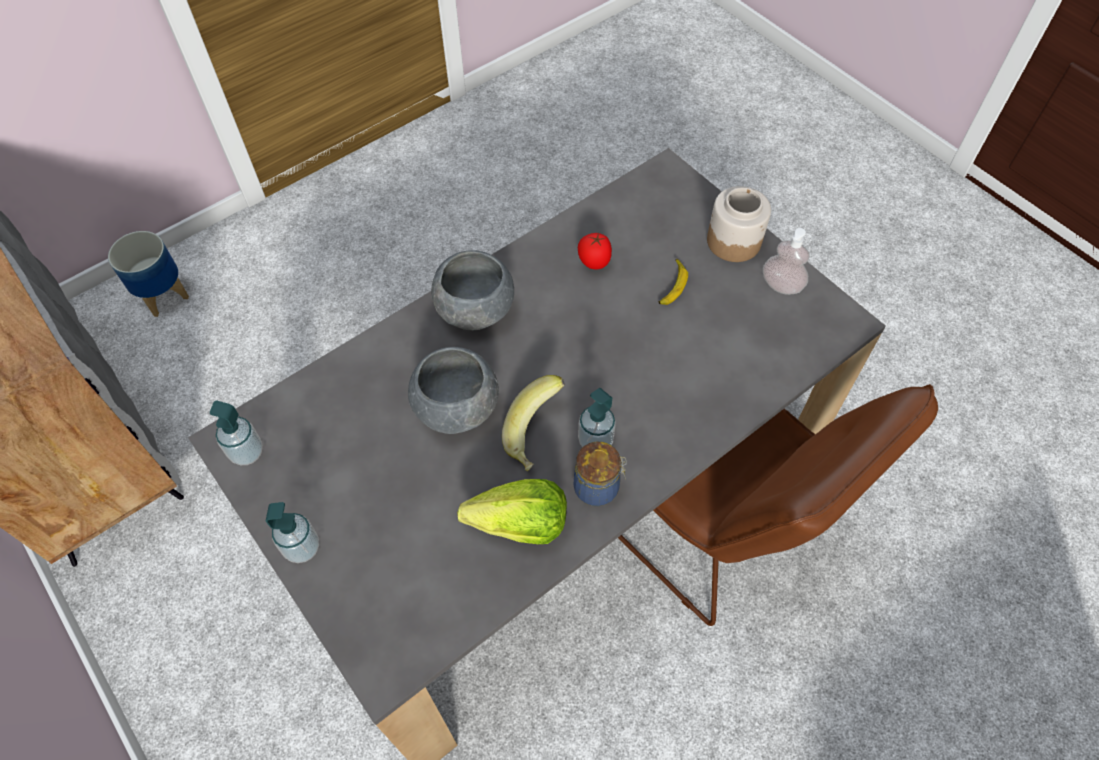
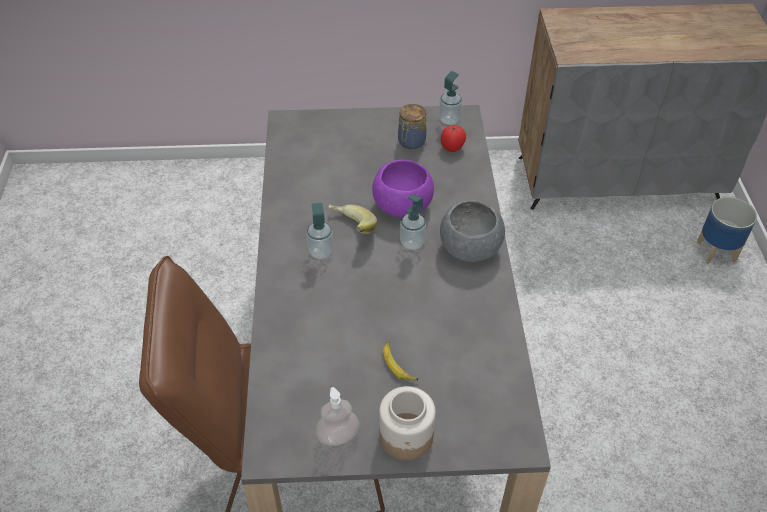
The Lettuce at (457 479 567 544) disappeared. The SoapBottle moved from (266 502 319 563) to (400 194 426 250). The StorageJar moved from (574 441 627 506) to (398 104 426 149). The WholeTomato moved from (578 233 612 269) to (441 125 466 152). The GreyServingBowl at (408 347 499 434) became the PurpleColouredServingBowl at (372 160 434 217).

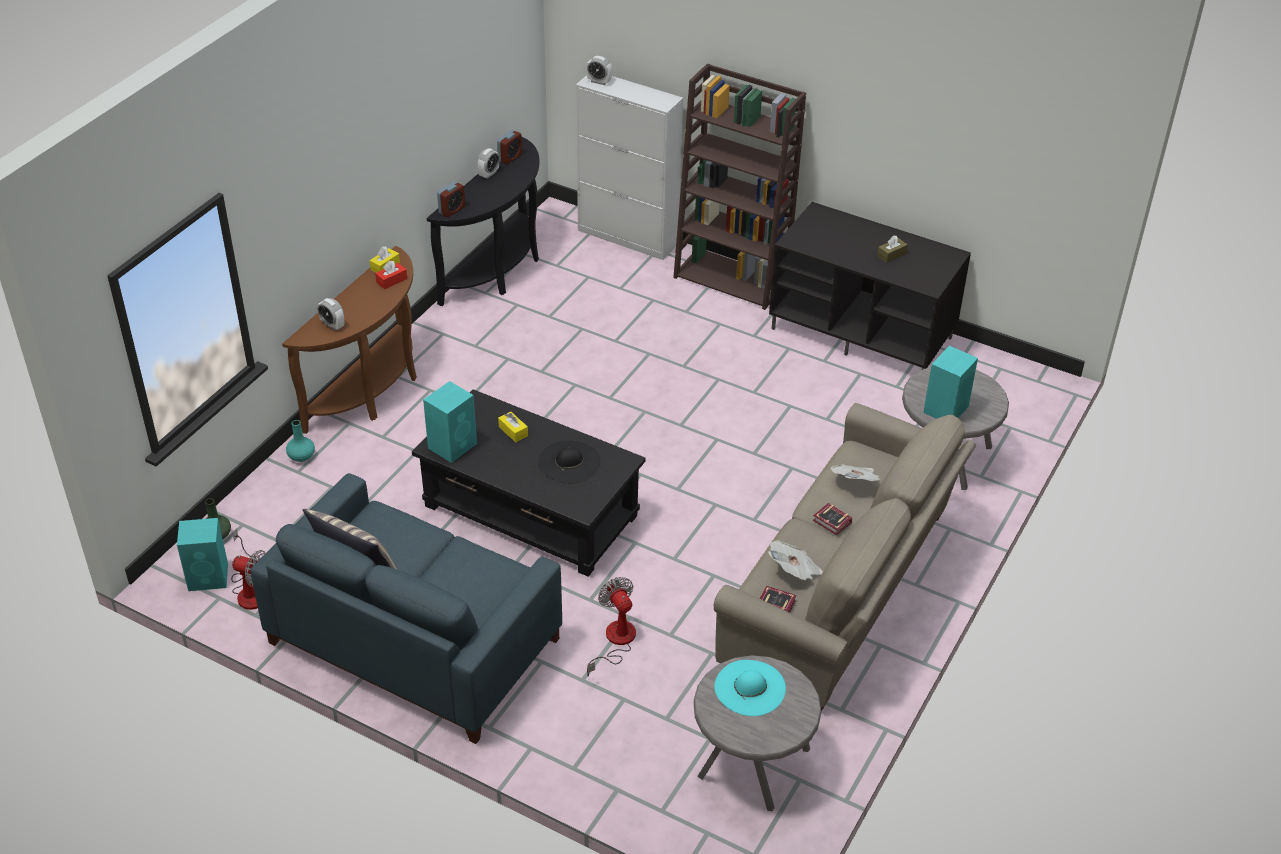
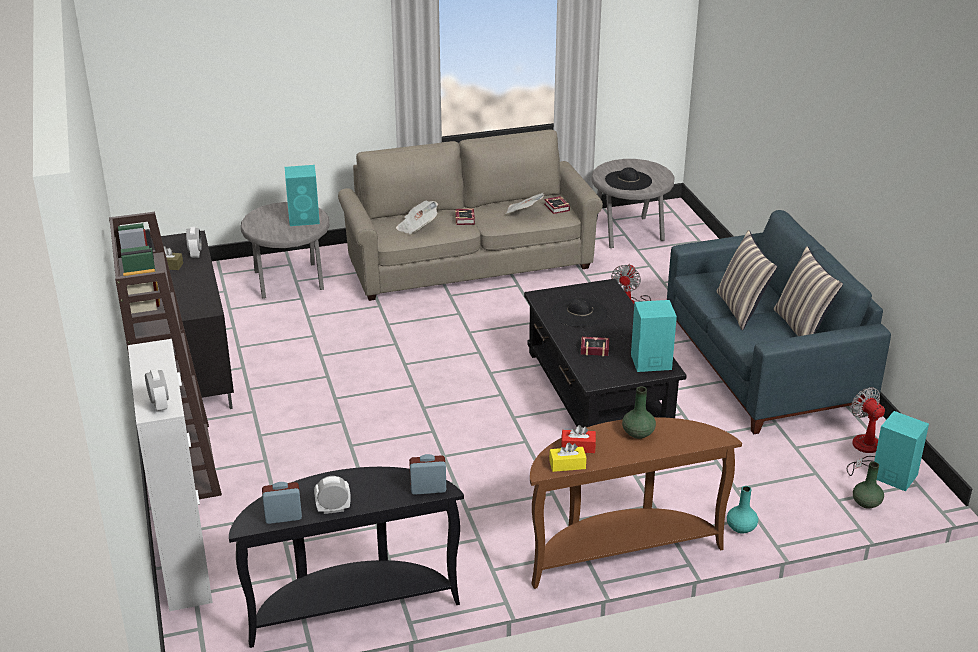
The GreenVase at (622 386 656 439) appeared. The Pillow at (717 230 777 330) appeared. The TableClock moved from (318 298 344 331) to (186 227 202 258). The YellowishBoxOfTissues at (498 412 528 442) was replaced by the Volume at (581 337 609 356). The BlueGreenHat at (714 660 786 716) became the BlackColouredHat at (605 167 652 190).

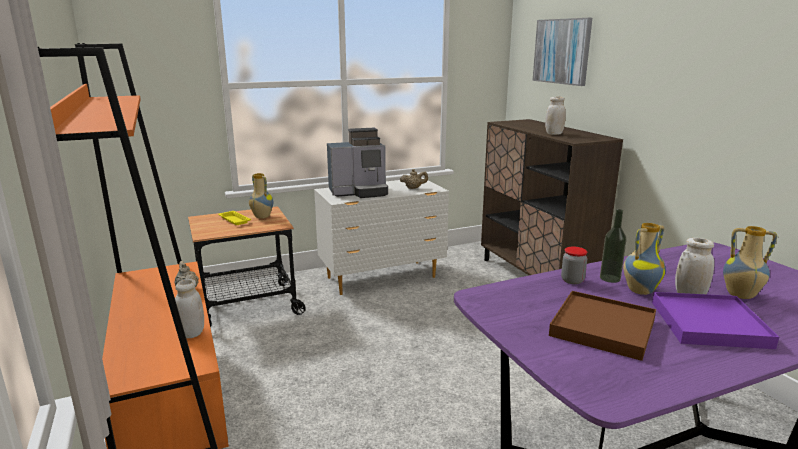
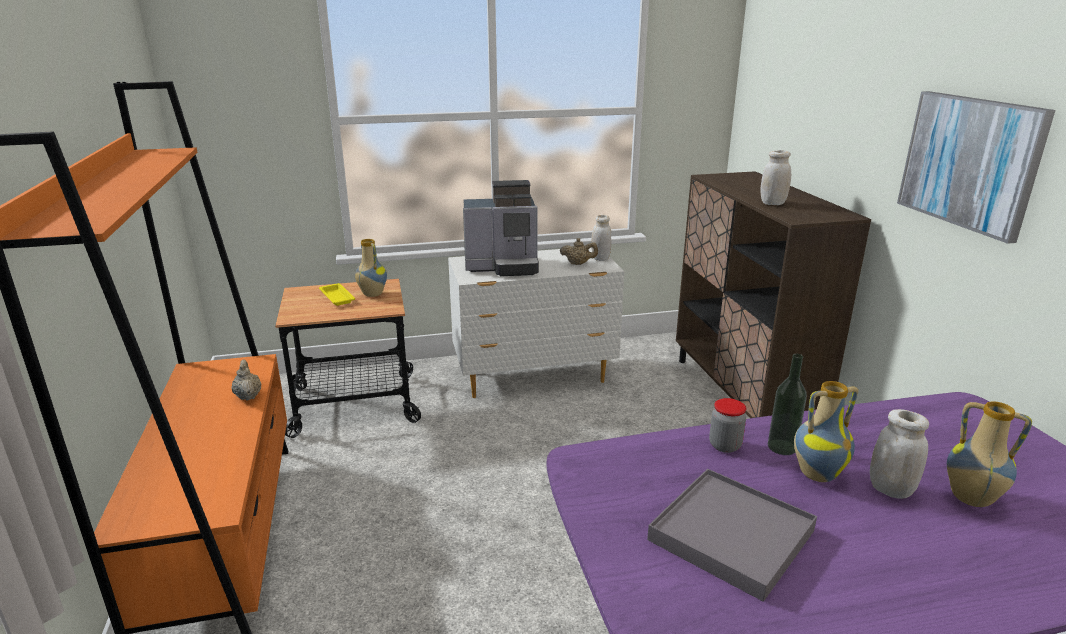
The PurpleColouredServingTray at (652 292 779 349) disappeared. The WhiteColouredStorageJar moved from (175 279 204 338) to (591 215 611 261). The WallPicture moved from (532 18 592 86) to (897 91 1055 244). The BrownishServingTray at (549 291 656 361) became the GreyServingTray at (647 469 817 602).

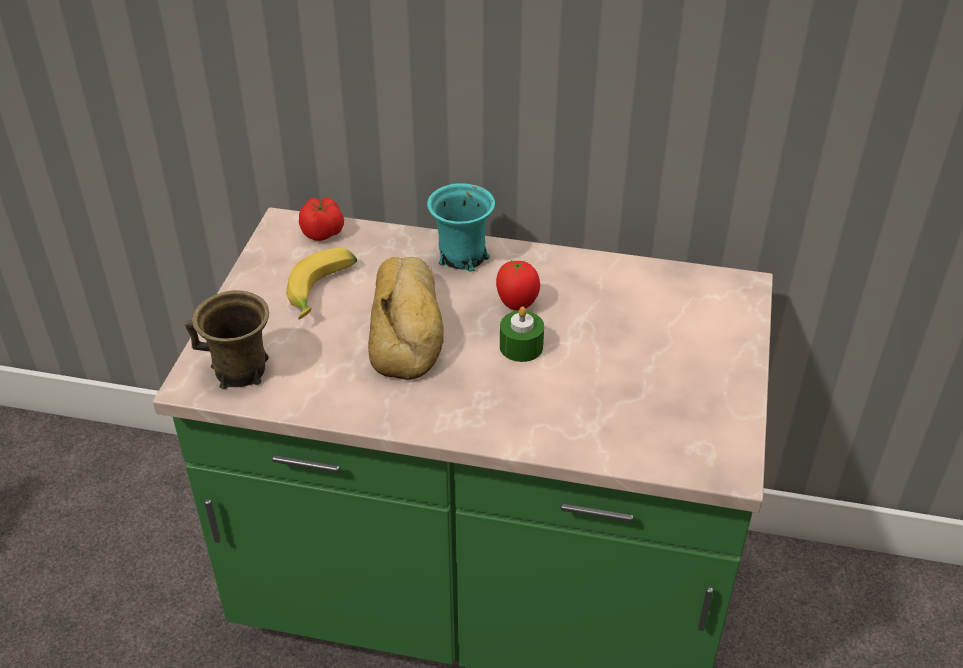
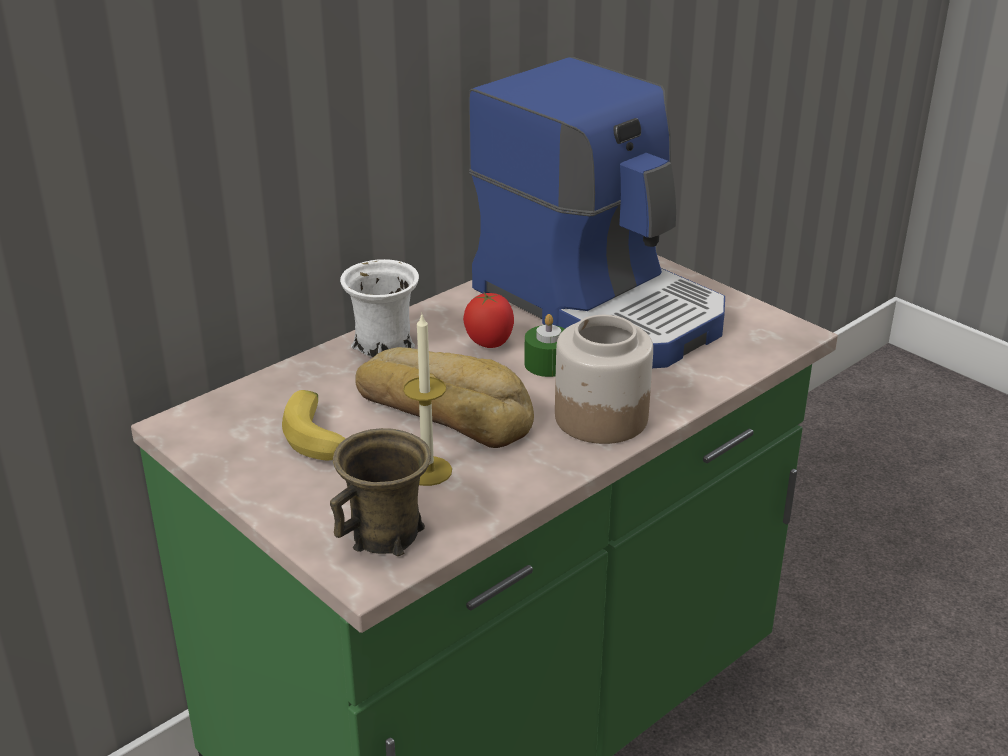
The WholeTomato at (299 198 344 241) disappeared. The Candle at (403 315 452 486) appeared. The CoffeeBrewer at (469 57 725 368) appeared. The StorageJar at (555 315 653 444) appeared. The BlueGreenTeaMug at (427 183 495 272) became the WhiteColouredTeaMug at (340 259 419 357).

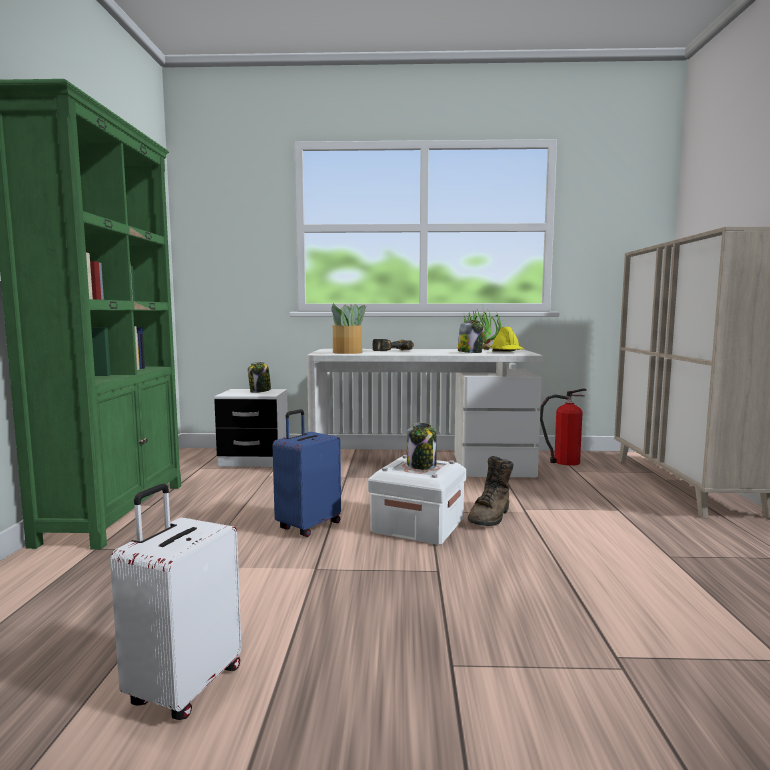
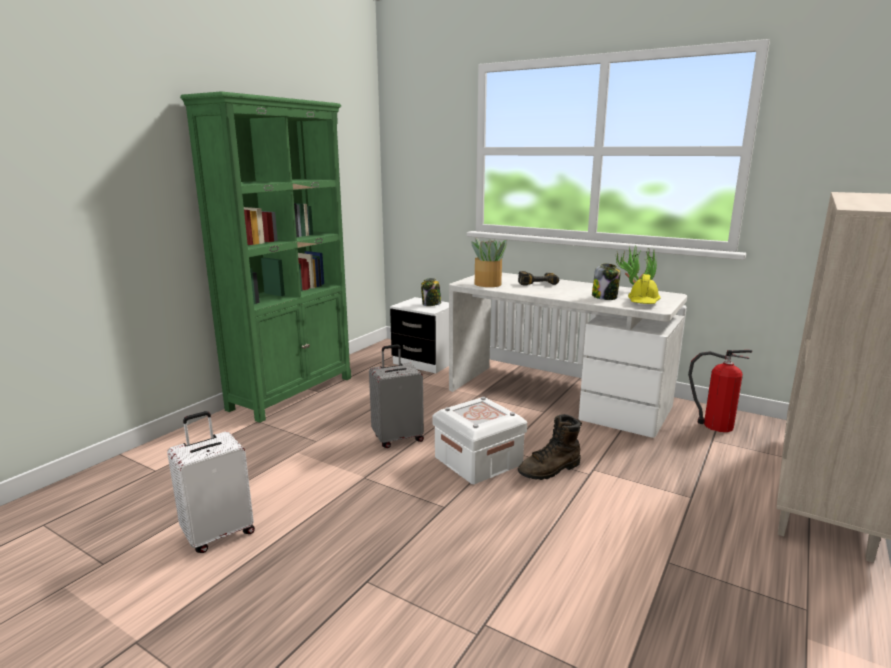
The StorageJar at (407 423 437 470) disappeared. The BlueSuitcase at (273 409 341 537) became the GreySuitcase at (369 345 424 448).

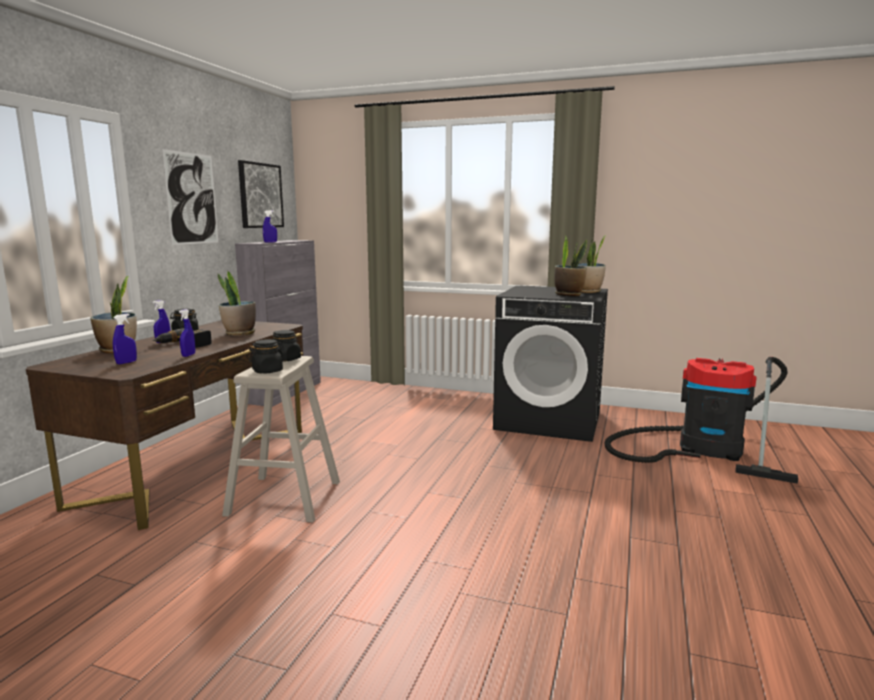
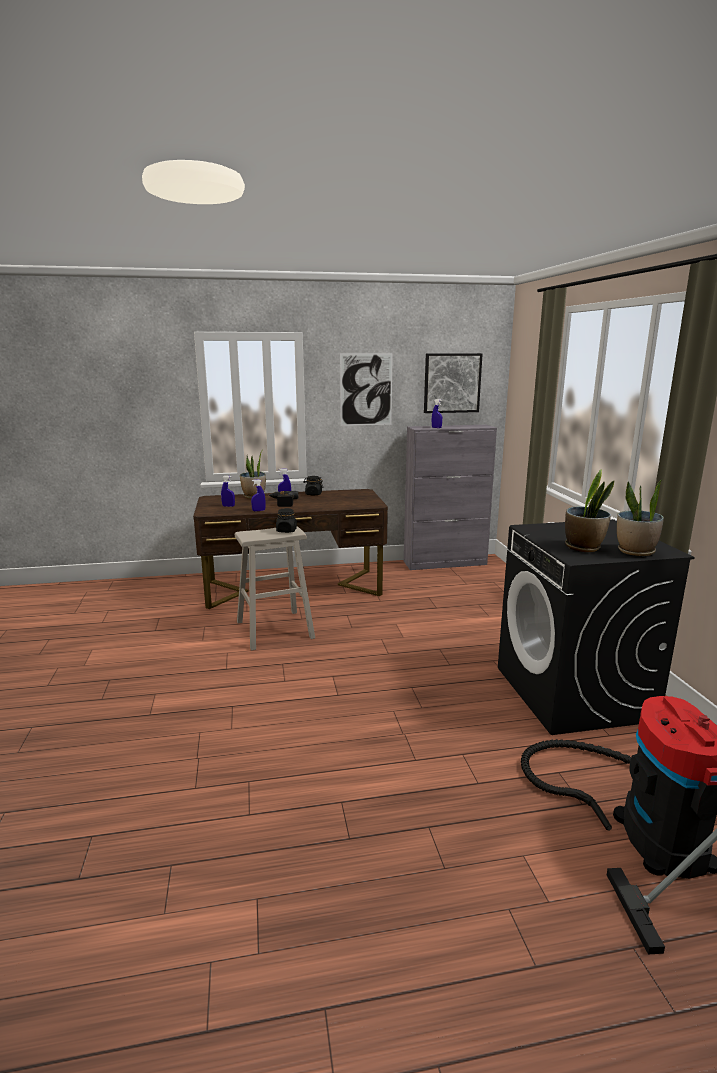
The PlantInAPot at (218 271 256 336) disappeared. The BlackColouredStorageJar at (249 339 284 373) disappeared.

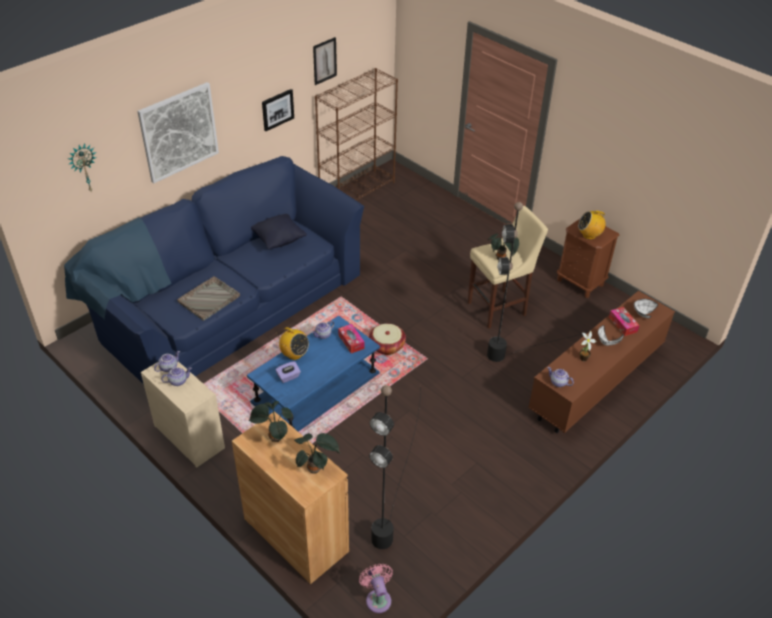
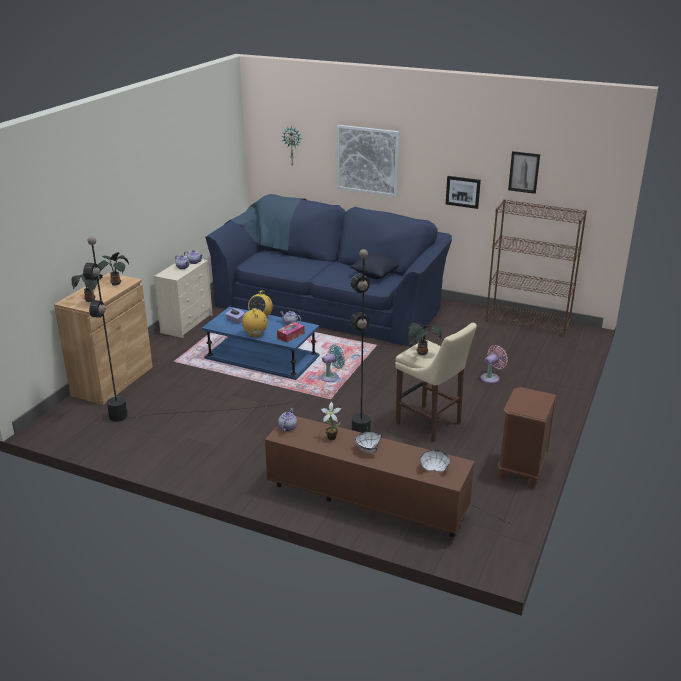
The GreyServingTray at (177 276 240 321) disappeared. The BoxOfTissues at (609 307 640 336) disappeared. The PinkColouredElectricFan moved from (359 564 393 613) to (481 345 508 384). The RadioReceiver moved from (578 211 606 240) to (242 308 268 337). The Basket at (369 324 406 355) was replaced by the BlueGreenElectricFan at (320 345 345 382).

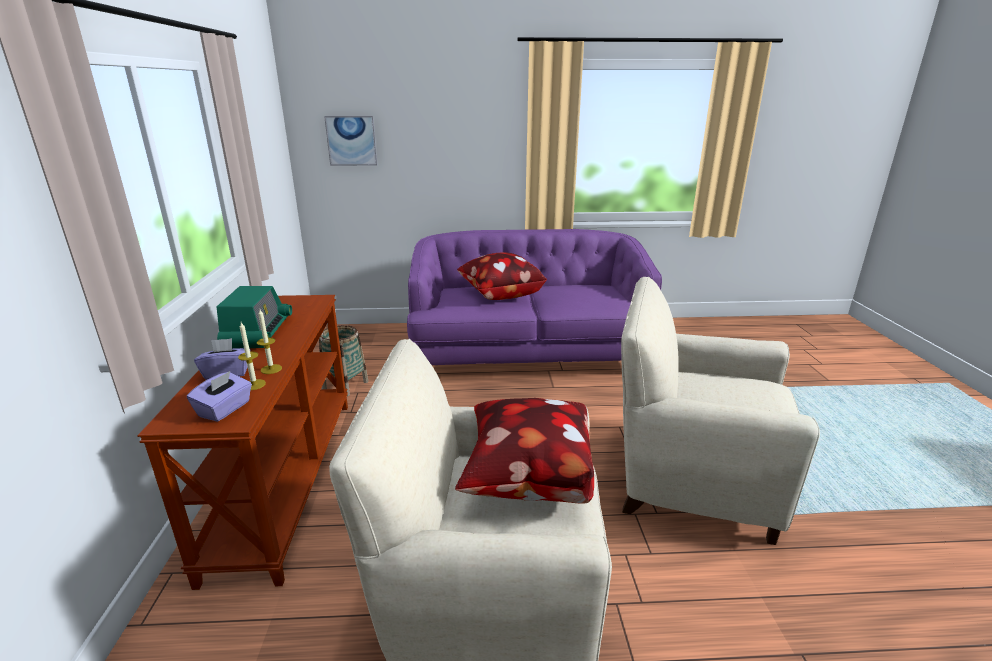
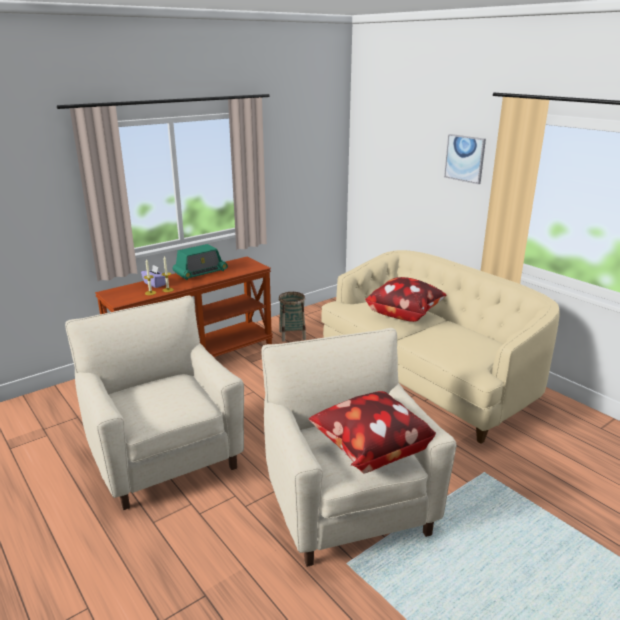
The PurpleColouredBoxOfTissues at (187 371 252 422) disappeared. The WallPicture moved from (324 116 378 166) to (444 134 486 184). The Pillow moved from (455 398 594 504) to (309 391 436 473). The PurpleColouredCouch at (407 229 662 365) became the SandColouredCouch at (321 250 560 444).

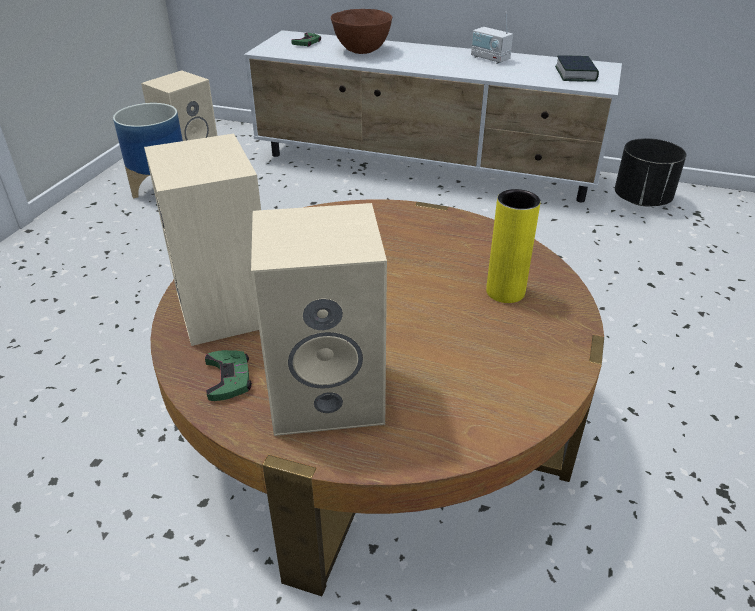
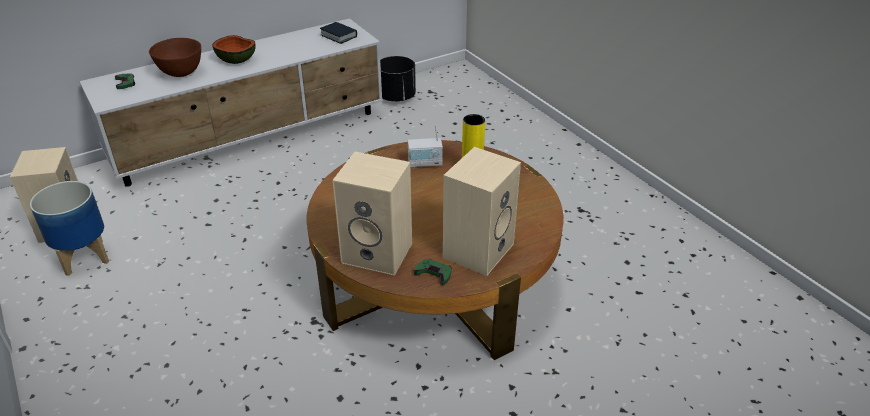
The ServingBowl at (212 35 256 64) appeared. The RadioReceiver moved from (471 12 513 64) to (408 125 443 168).

